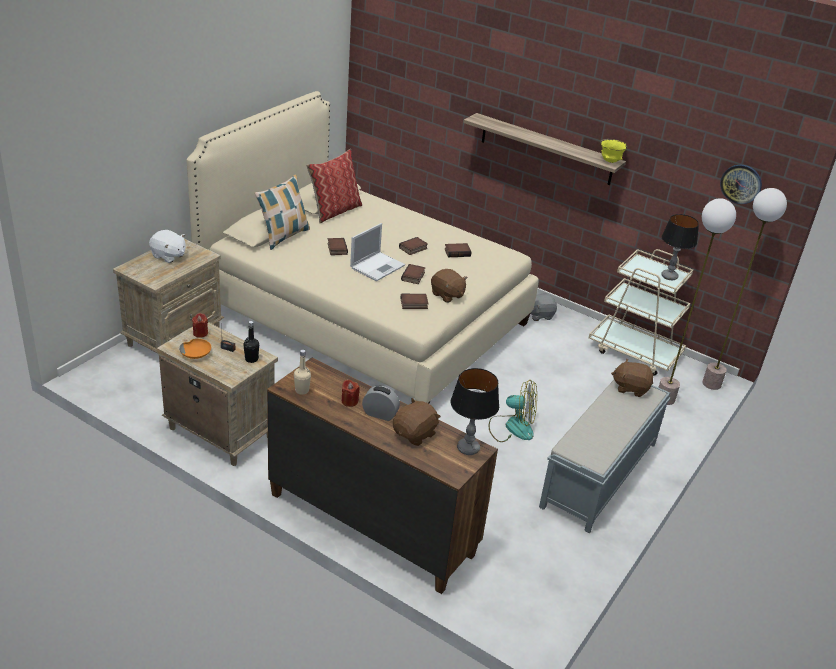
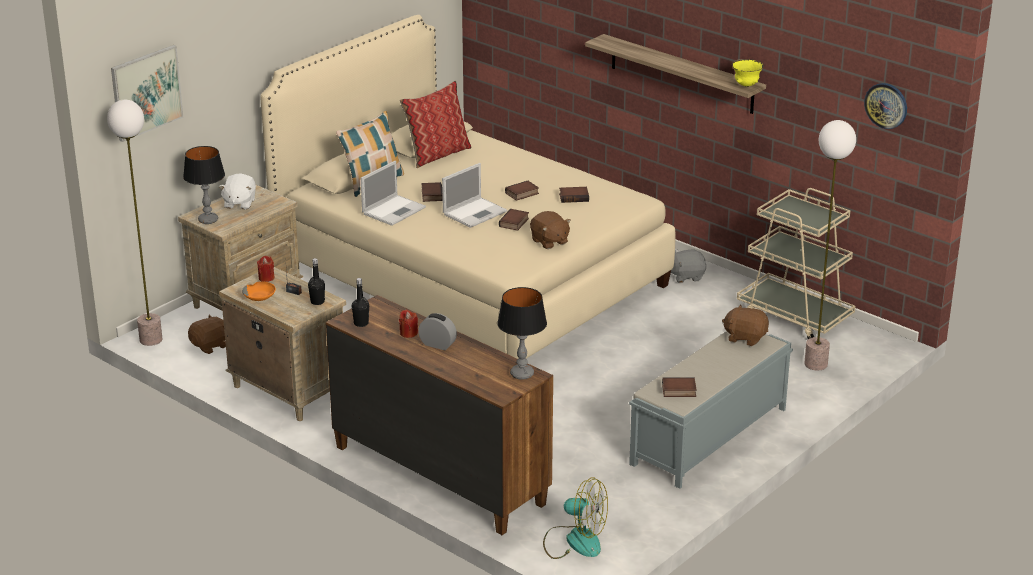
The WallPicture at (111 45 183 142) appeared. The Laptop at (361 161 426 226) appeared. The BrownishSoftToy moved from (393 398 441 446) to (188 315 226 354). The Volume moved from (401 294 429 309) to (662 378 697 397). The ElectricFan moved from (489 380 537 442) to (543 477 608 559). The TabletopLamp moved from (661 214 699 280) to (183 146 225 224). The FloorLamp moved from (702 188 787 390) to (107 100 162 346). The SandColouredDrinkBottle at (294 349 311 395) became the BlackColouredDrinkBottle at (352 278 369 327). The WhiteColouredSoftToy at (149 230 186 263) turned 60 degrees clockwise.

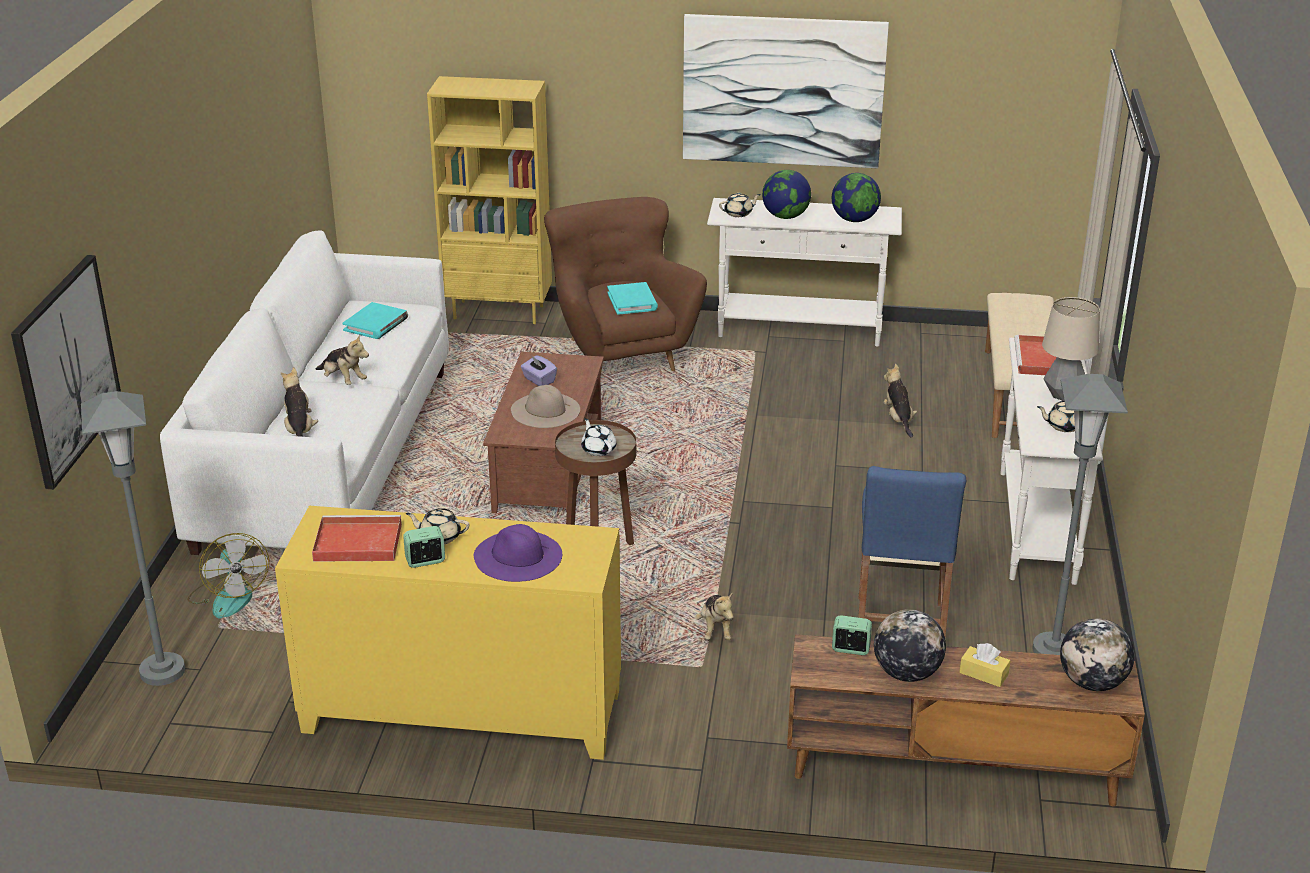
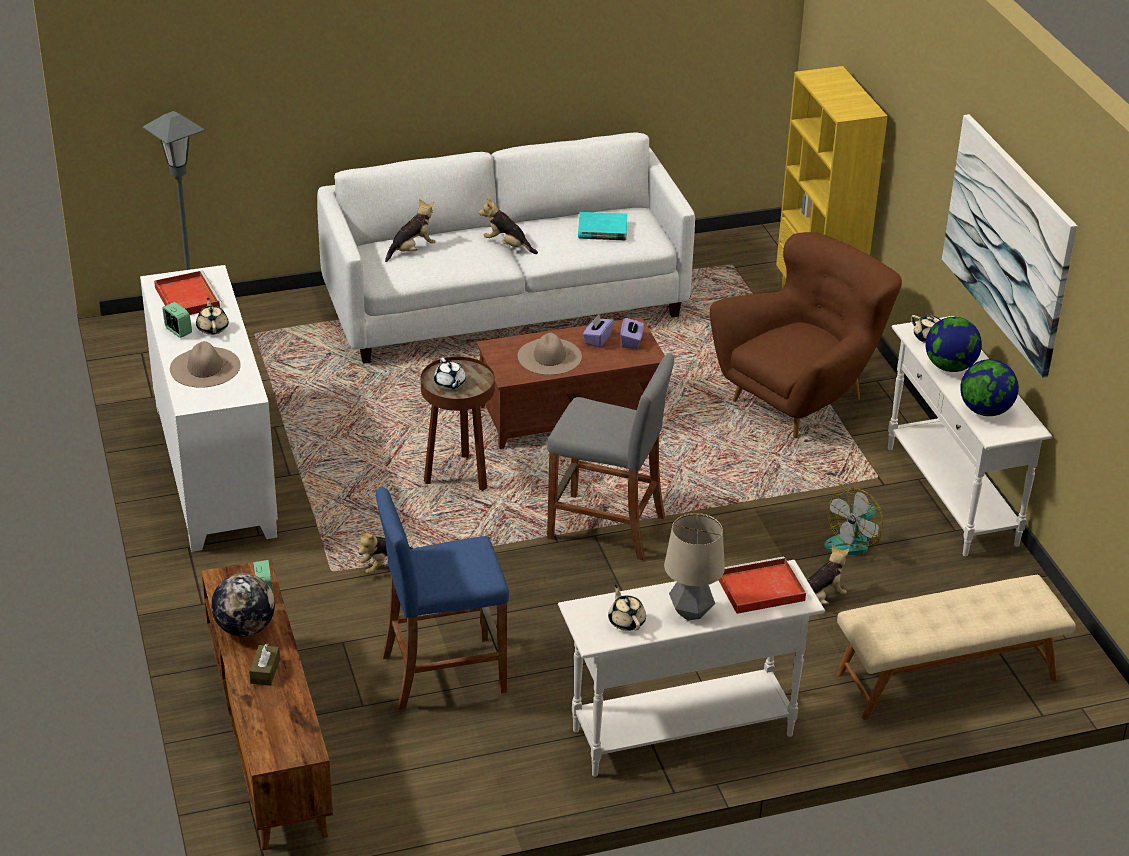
The WallPicture at (11 255 121 490) disappeared. The BlueGreenVolume at (607 282 658 315) disappeared. The GreyFloorLamp at (1032 374 1128 655) disappeared. The Globe at (1060 618 1135 691) disappeared. The GreySittingStool at (547 354 674 560) appeared. The PurpleColouredBoxOfTissues at (620 318 644 349) appeared. The ElectricFan moved from (187 533 269 619) to (824 487 883 555). The YellowishCupboard at (275 506 621 760) became the WhiteColouredCupboard at (140 265 278 552). The PurpleColouredHat at (474 524 562 582) became the SandColouredHat at (170 341 241 388). The YellowishBoxOfTissues at (959 643 1011 687) became the BrownishBoxOfTissues at (249 644 280 686). The SoftToy at (316 334 369 385) turned 105 degrees clockwise. The WhiteColouredPotForTea at (581 418 616 456) turned 120 degrees clockwise.

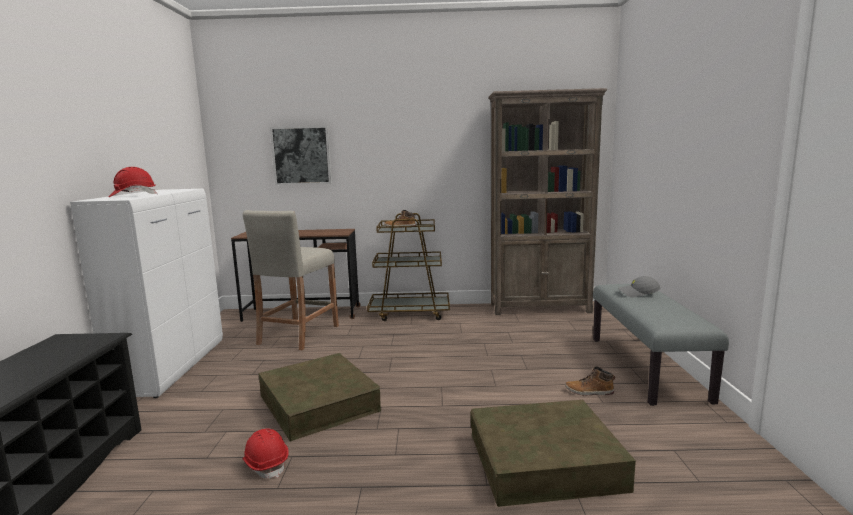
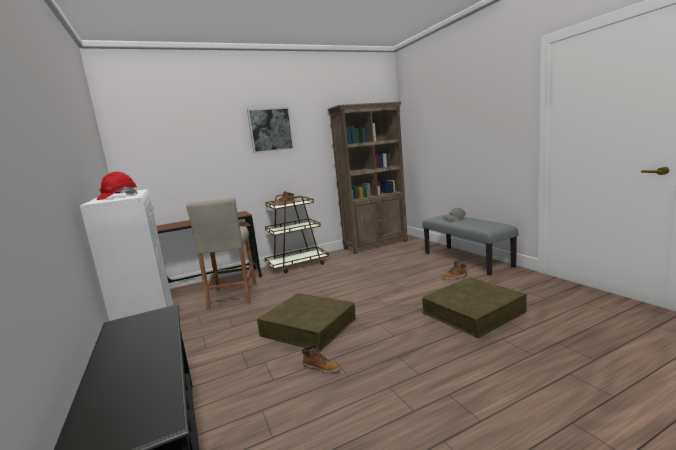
The WallPicture moved from (270 125 332 185) to (247 107 294 153). The RedColouredWorkHelmet at (242 428 289 479) was replaced by the HighTopBoot at (301 345 341 374).

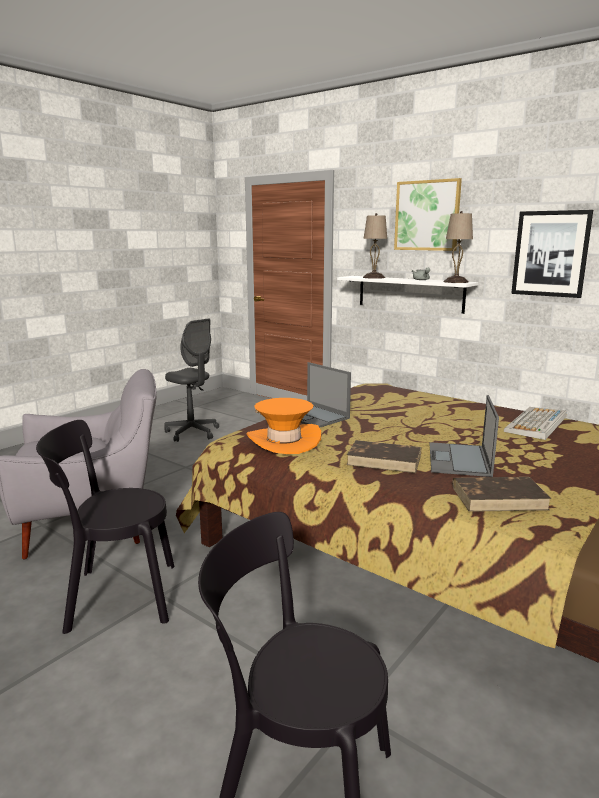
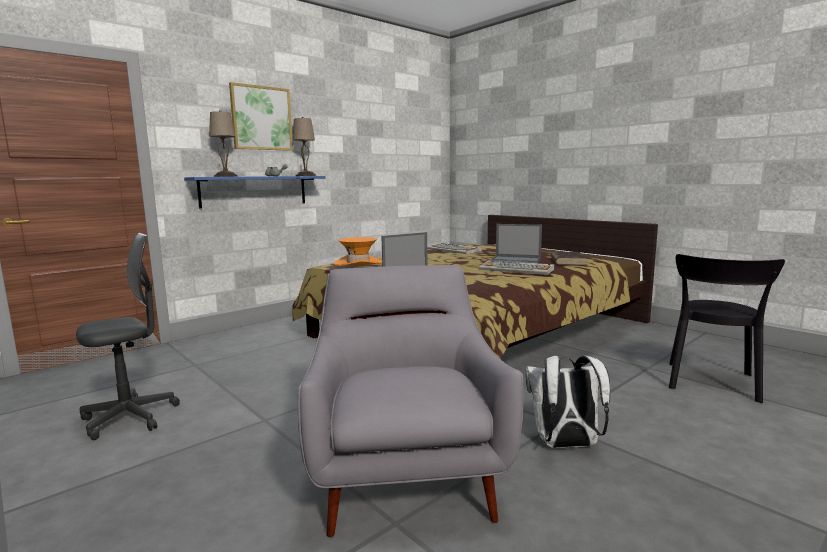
The WallPicture at (511 210 593 298) disappeared. The OrangeyHat moved from (247 398 321 454) to (334 237 382 266). The BlackColouredChair at (36 420 174 634) was replaced by the WhiteColouredRucksack at (525 356 610 448). The BrownishVolume at (347 440 421 473) was replaced by the ComputerKeyboard at (479 260 554 275). The WhiteColouredShelf at (337 276 479 314) became the BlueShelf at (184 176 325 208).

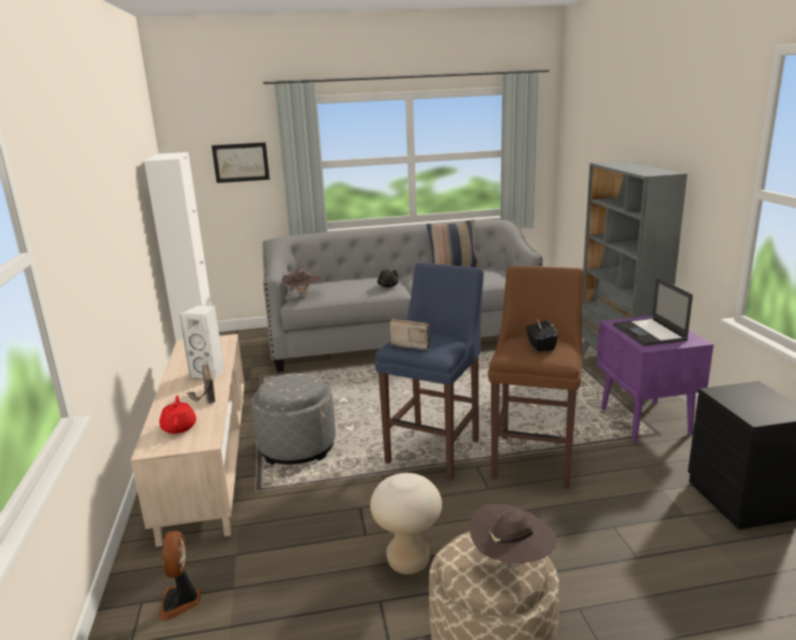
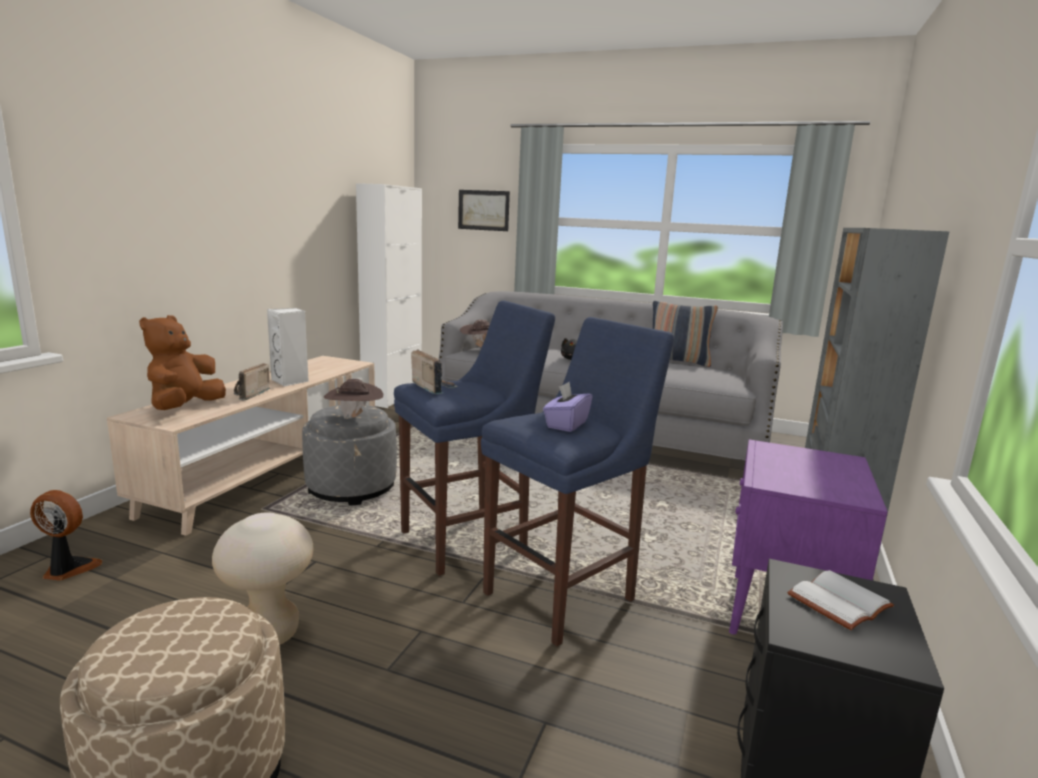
The Laptop at (613 277 693 346) disappeared. The WhiteColouredVolume at (787 570 894 630) appeared. The BrownishHat moved from (469 504 558 571) to (324 379 383 419). The RedColouredPotForTea at (159 395 196 434) was replaced by the BrownishSoftToy at (139 315 226 410). The BrownishSittingStool at (488 266 584 488) became the BlueSittingStool at (481 317 674 647). The BlackColouredBoxOfTissues at (526 317 558 351) became the PurpleColouredBoxOfTissues at (543 382 593 432). The ElectricFan at (158 531 201 621) turned 75 degrees clockwise.

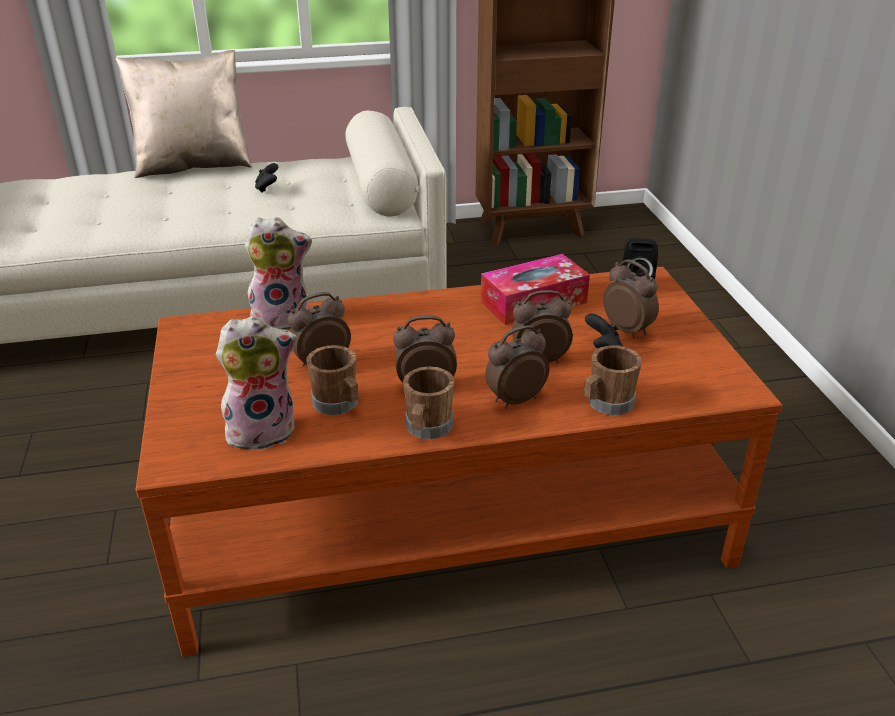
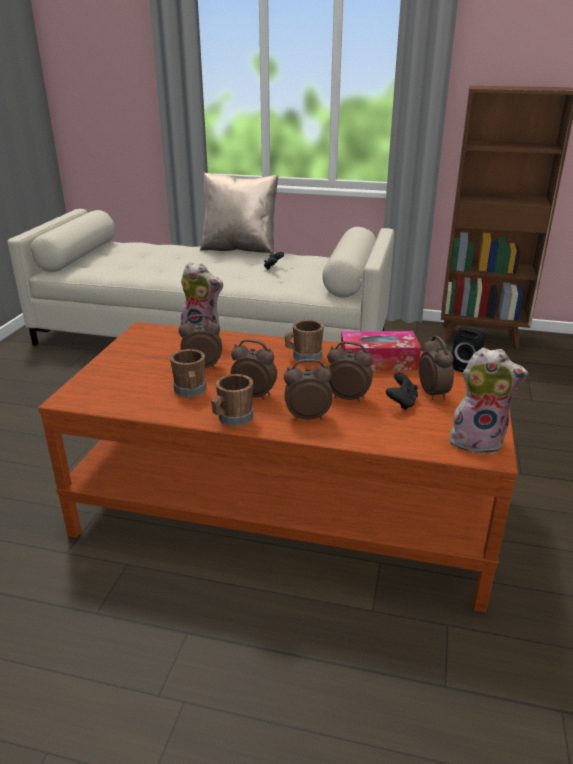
The SoftToy moved from (216 316 297 450) to (449 347 528 454). The BrownishTeaMug moved from (584 345 642 415) to (285 320 324 363).

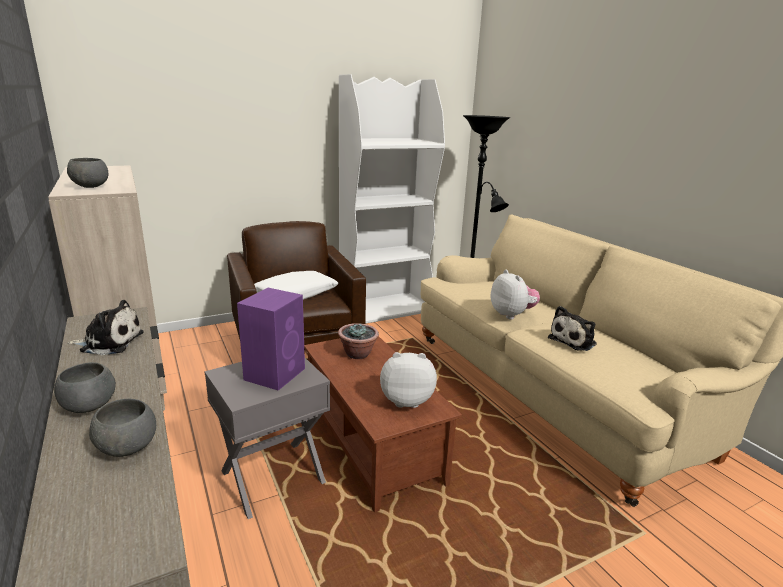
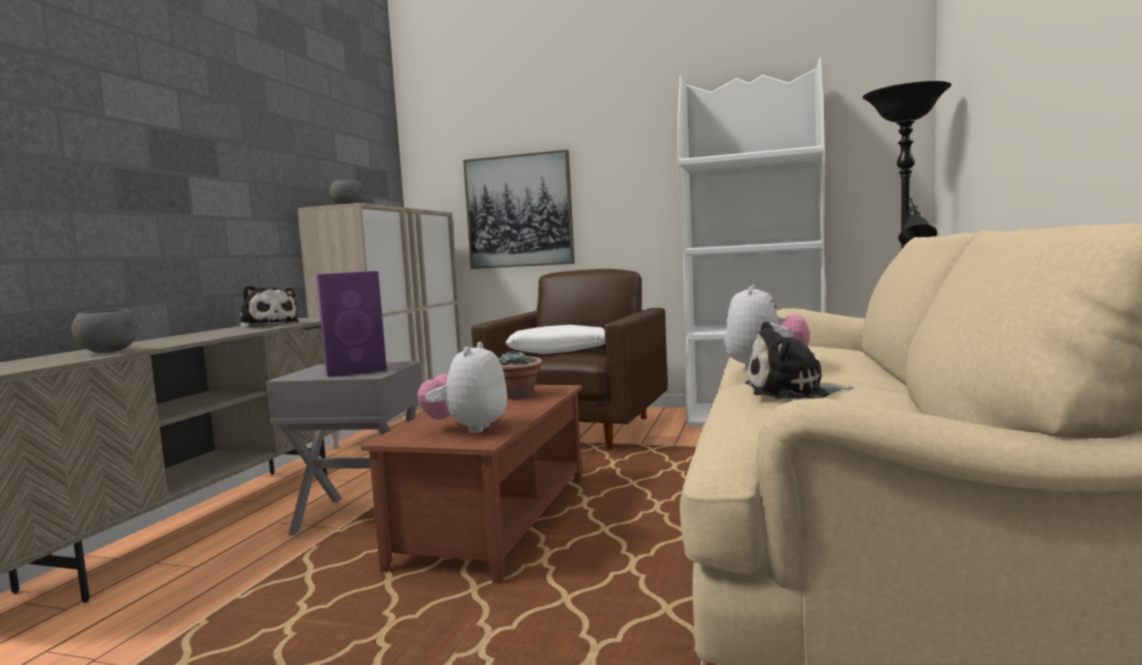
The GreyServingBowl at (54 362 116 413) disappeared. The WallPicture at (463 150 575 269) appeared. The SoftToy at (380 352 437 408) turned 120 degrees counterclockwise.

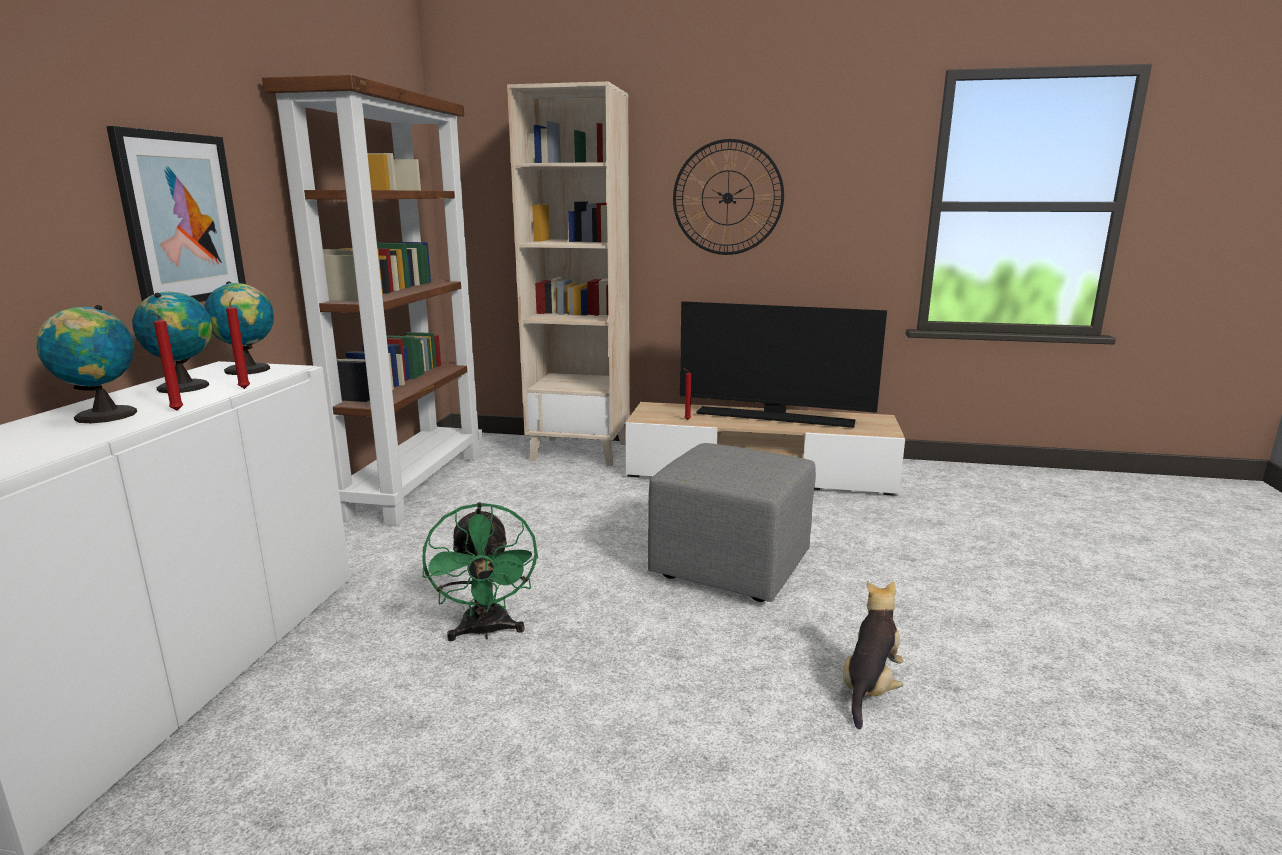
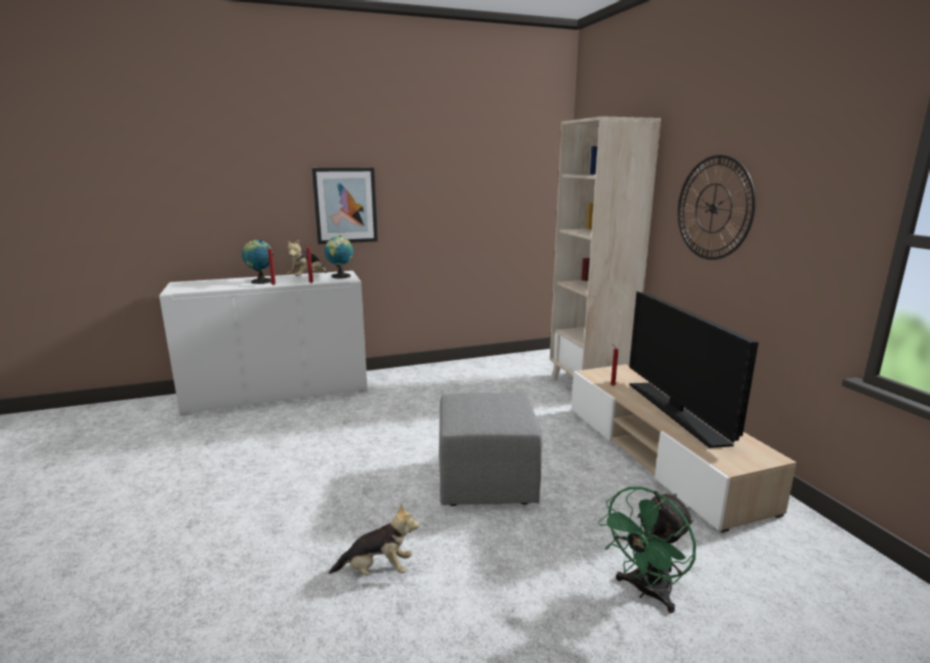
The BrownishShelvingUnit at (262 75 483 526) disappeared. The GreenElectricFan moved from (422 502 538 641) to (598 487 696 613). The Globe at (132 291 212 393) was replaced by the SoftToy at (286 240 327 276).

